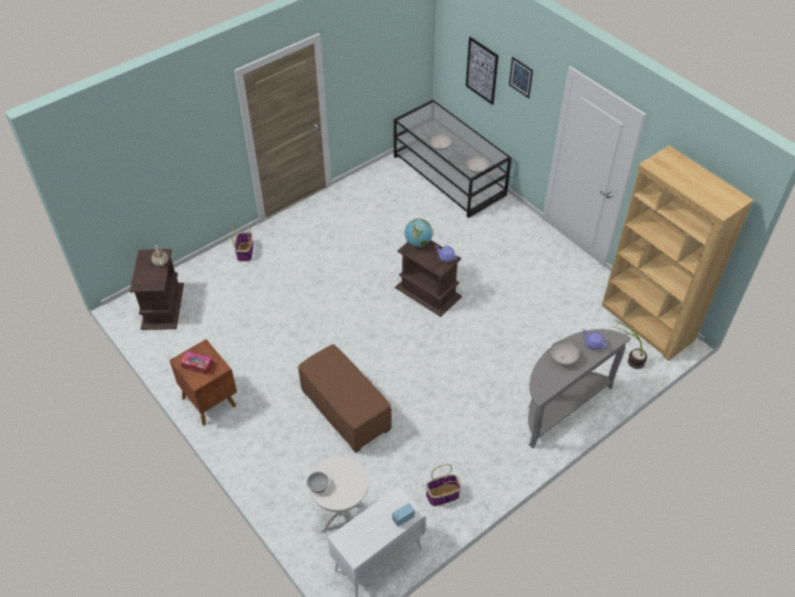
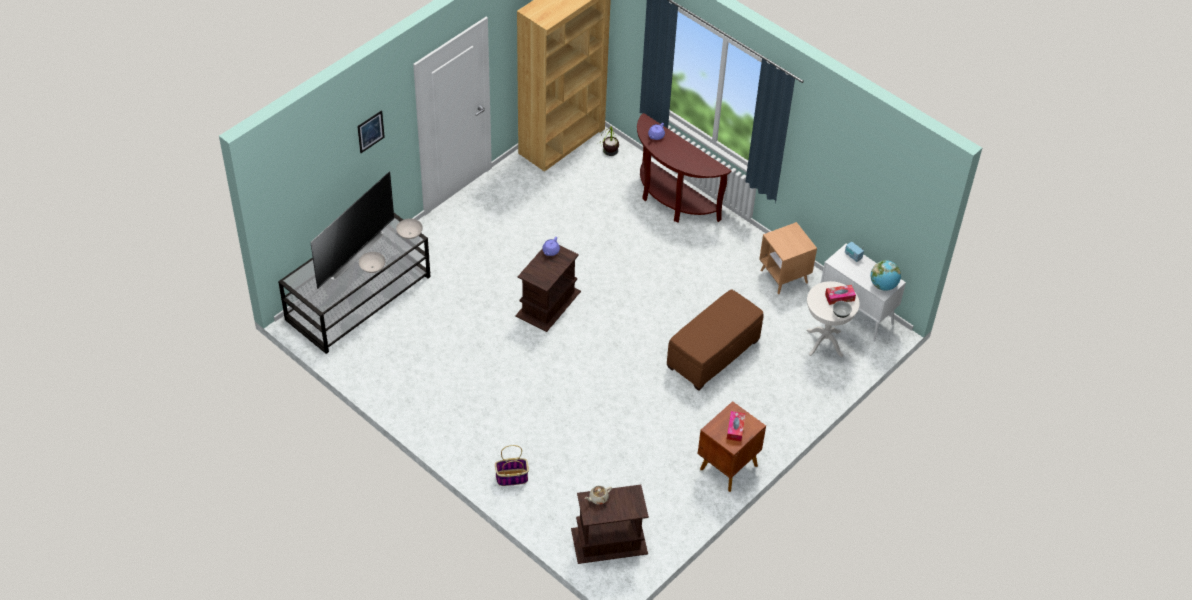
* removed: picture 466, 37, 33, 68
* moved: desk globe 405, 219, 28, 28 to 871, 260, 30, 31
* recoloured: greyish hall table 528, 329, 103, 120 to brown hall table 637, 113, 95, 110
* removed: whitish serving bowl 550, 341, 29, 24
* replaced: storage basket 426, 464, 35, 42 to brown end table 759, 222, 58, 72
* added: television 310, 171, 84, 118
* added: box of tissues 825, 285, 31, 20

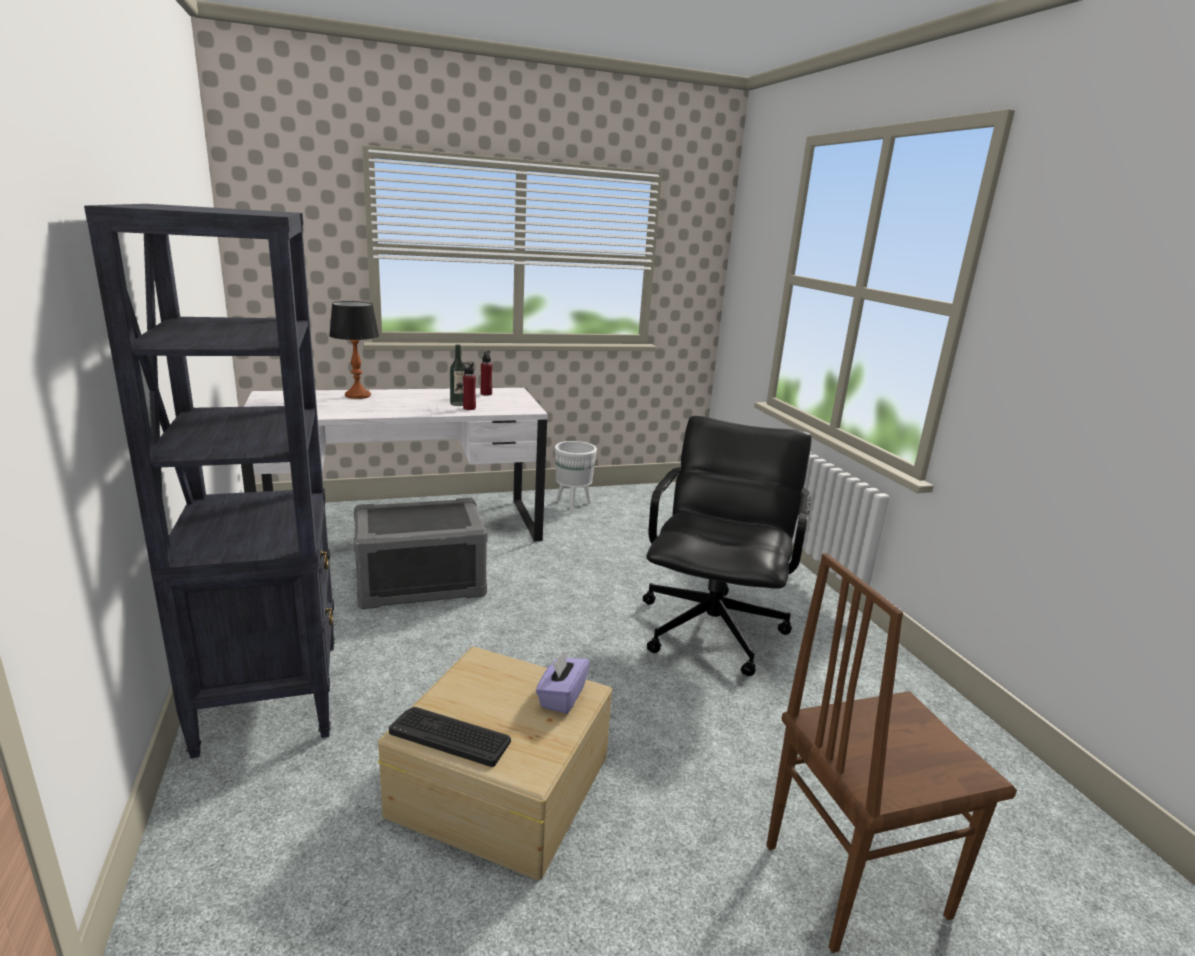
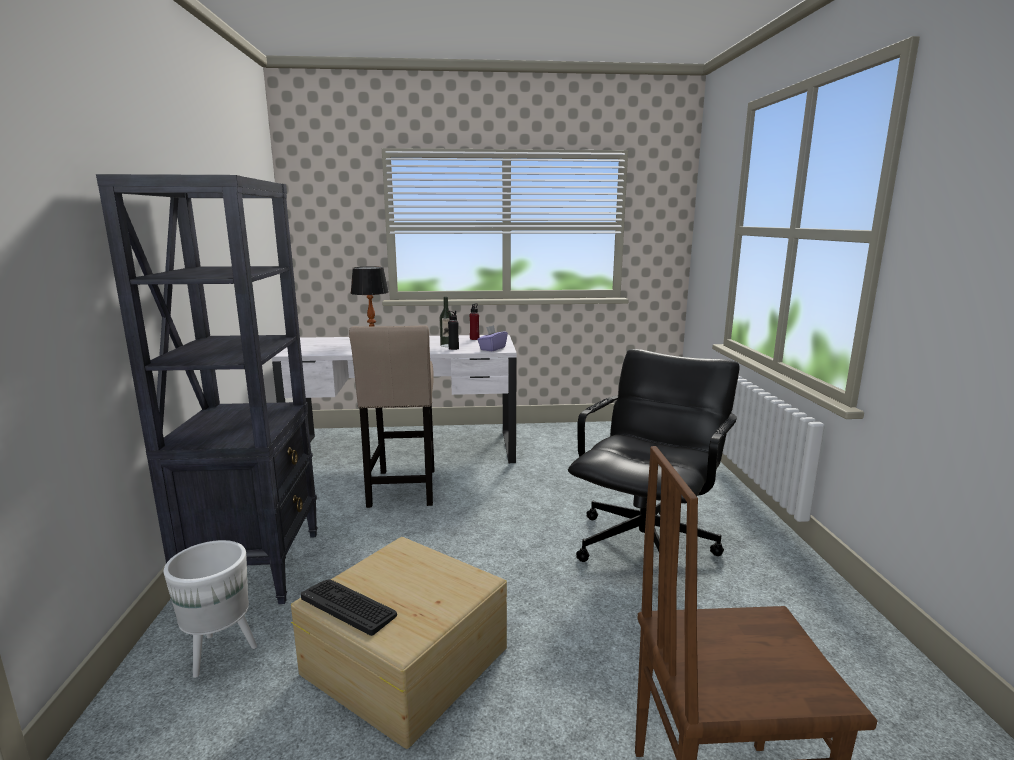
* recoloured: red-coloured bottle 463, 363, 13, 47 to black bottle 448, 311, 11, 39
* moved: whitish planter 555, 441, 42, 73 to 163, 540, 94, 138
* replaced: greyish storage box 354, 498, 134, 111 to sand-coloured sitting stool 349, 325, 85, 183
* moved: purple-coloured box of tissues 536, 651, 54, 63 to 477, 325, 31, 26

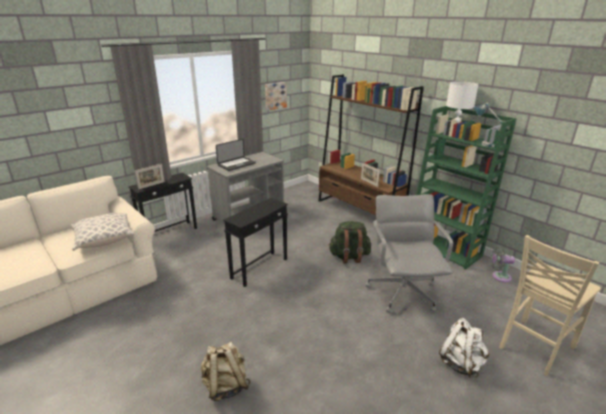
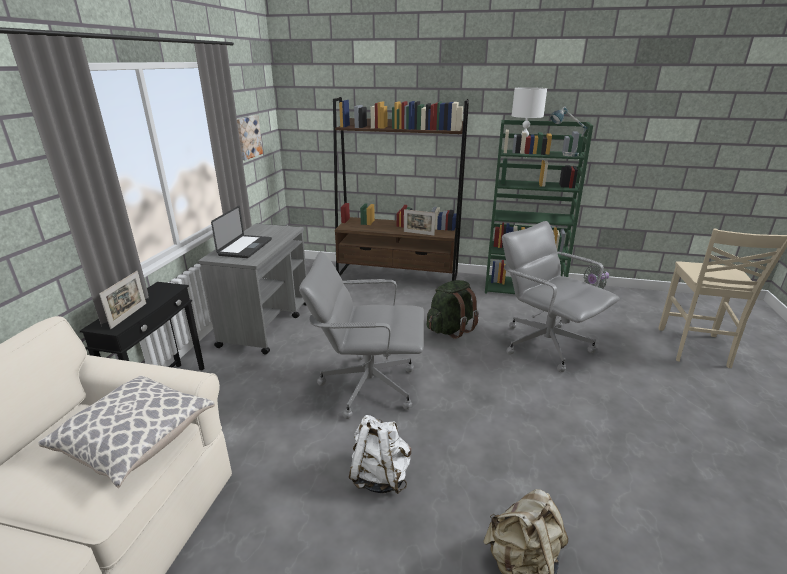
* replaced: black end table 223, 198, 65, 89 to greyish office chair 299, 252, 125, 167
* moved: whitish rucksack 439, 318, 50, 60 to 349, 415, 62, 79

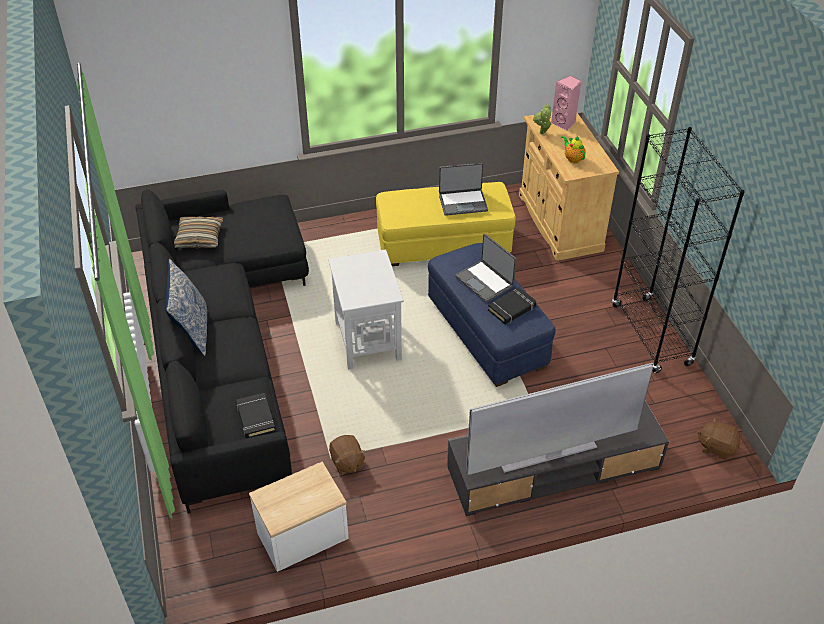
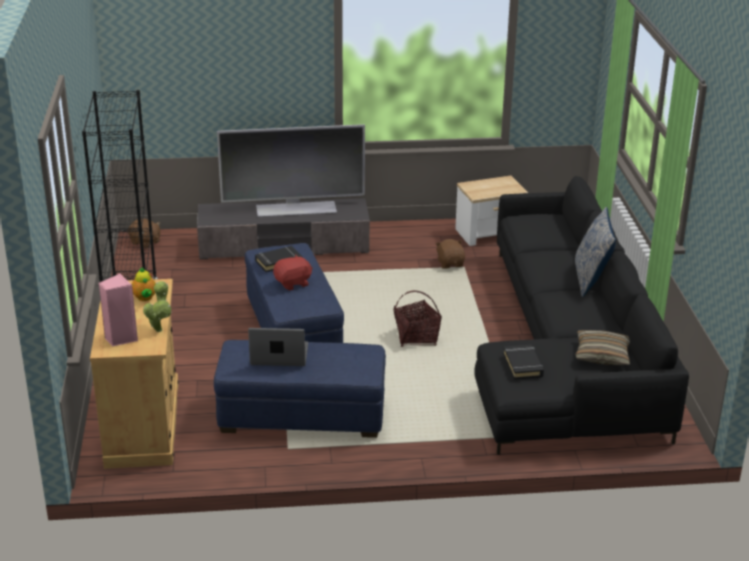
* recoloured: yellow-coloured ottoman 376, 182, 140, 84 to bluish ottoman 214, 340, 172, 98
* replaced: portable computer 455, 234, 62, 68 to red-coloured soft toy 273, 255, 40, 35
* replaced: whitish end table 328, 249, 76, 121 to storage basket 393, 291, 48, 56
* moved: black volume 236, 393, 40, 45 to 503, 345, 41, 34

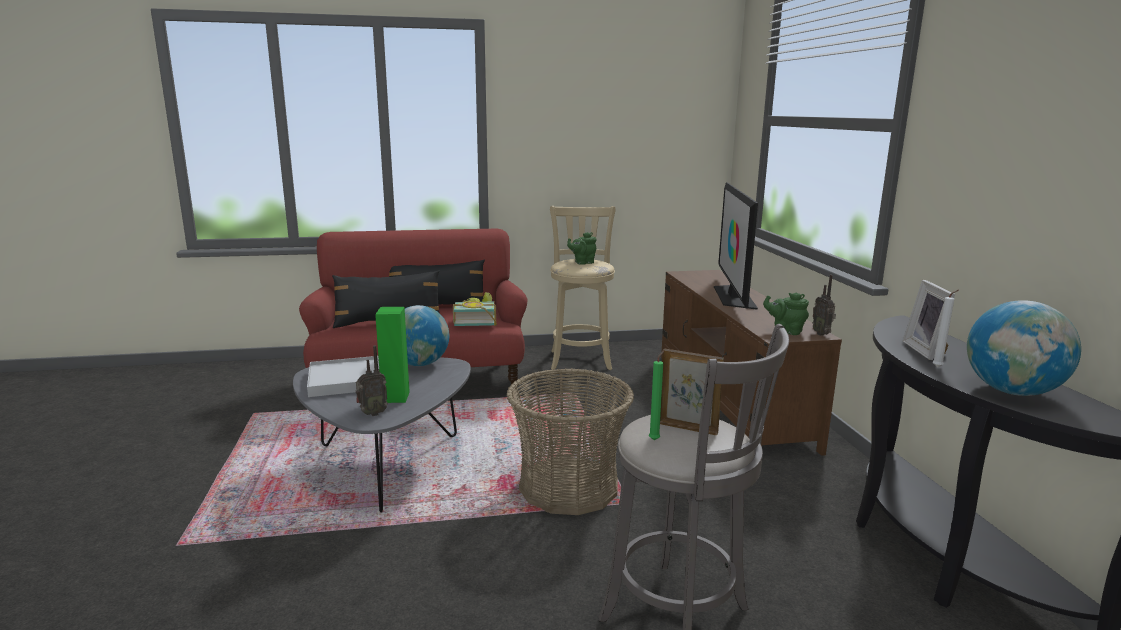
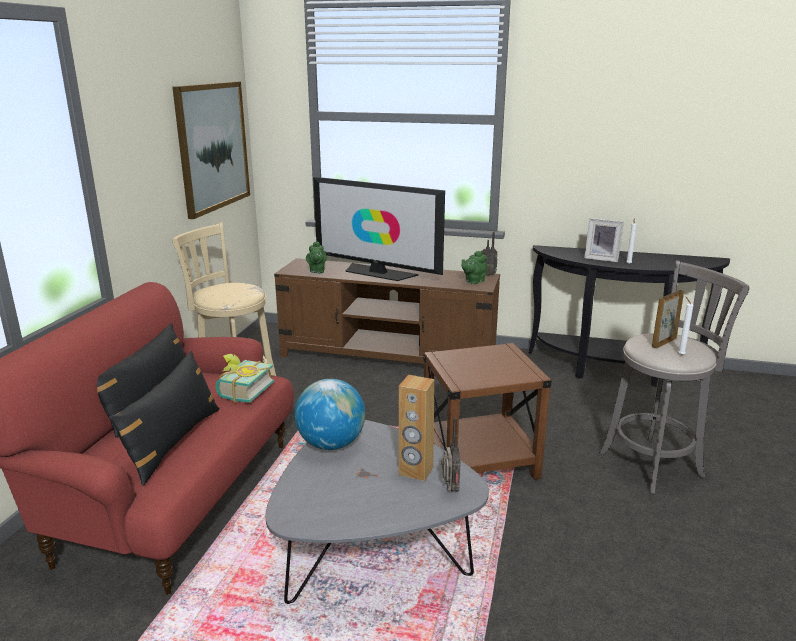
* moved: greenish tea pot 567, 232, 29, 33 to 306, 241, 21, 32
* removed: desk globe 967, 300, 114, 96
* recoloured: greenish audio speaker 375, 307, 35, 96 to brown audio speaker 399, 375, 35, 106
* recoloured: greenish candle 649, 351, 15, 89 to whitish candle 678, 297, 15, 58
* removed: whitish serving tray 307, 356, 72, 41
* replaced: storage basket 507, 368, 127, 147 to brown end table 423, 343, 129, 137
* added: picture 172, 82, 78, 137

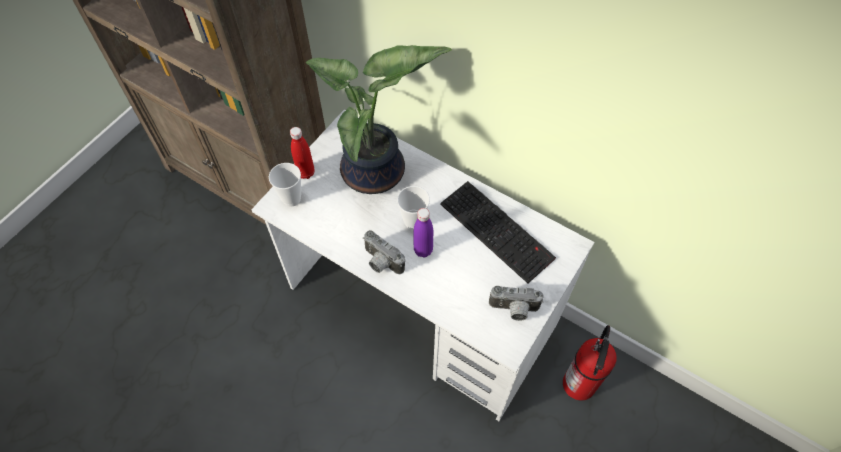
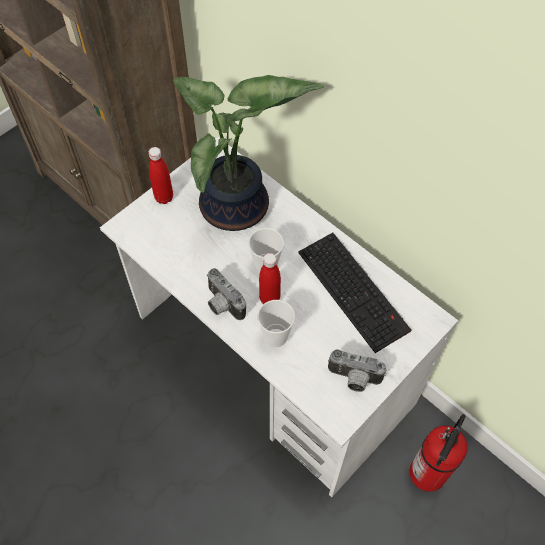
* moved: cup 269, 163, 32, 44 to 257, 300, 38, 47
* recoloured: purple-coloured bottle 414, 208, 19, 50 to red-coloured bottle 259, 253, 22, 51

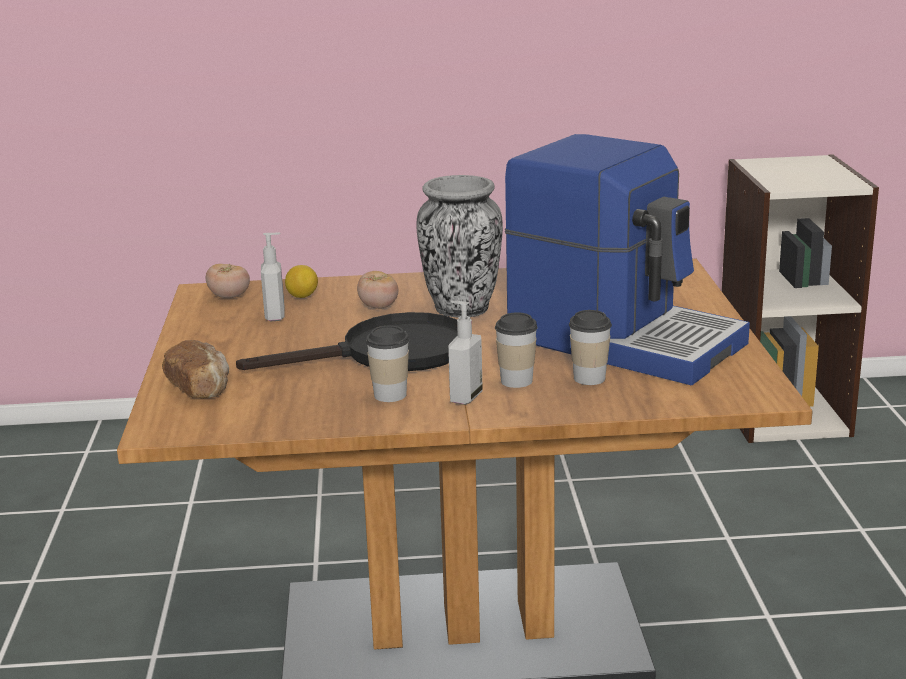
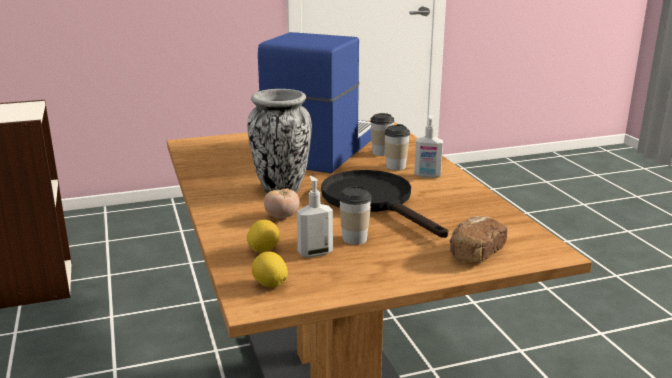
* replaced: tomato 206, 264, 44, 34 to whole lemon 252, 251, 36, 36
* moved: cup 366, 326, 43, 76 to 339, 186, 33, 59

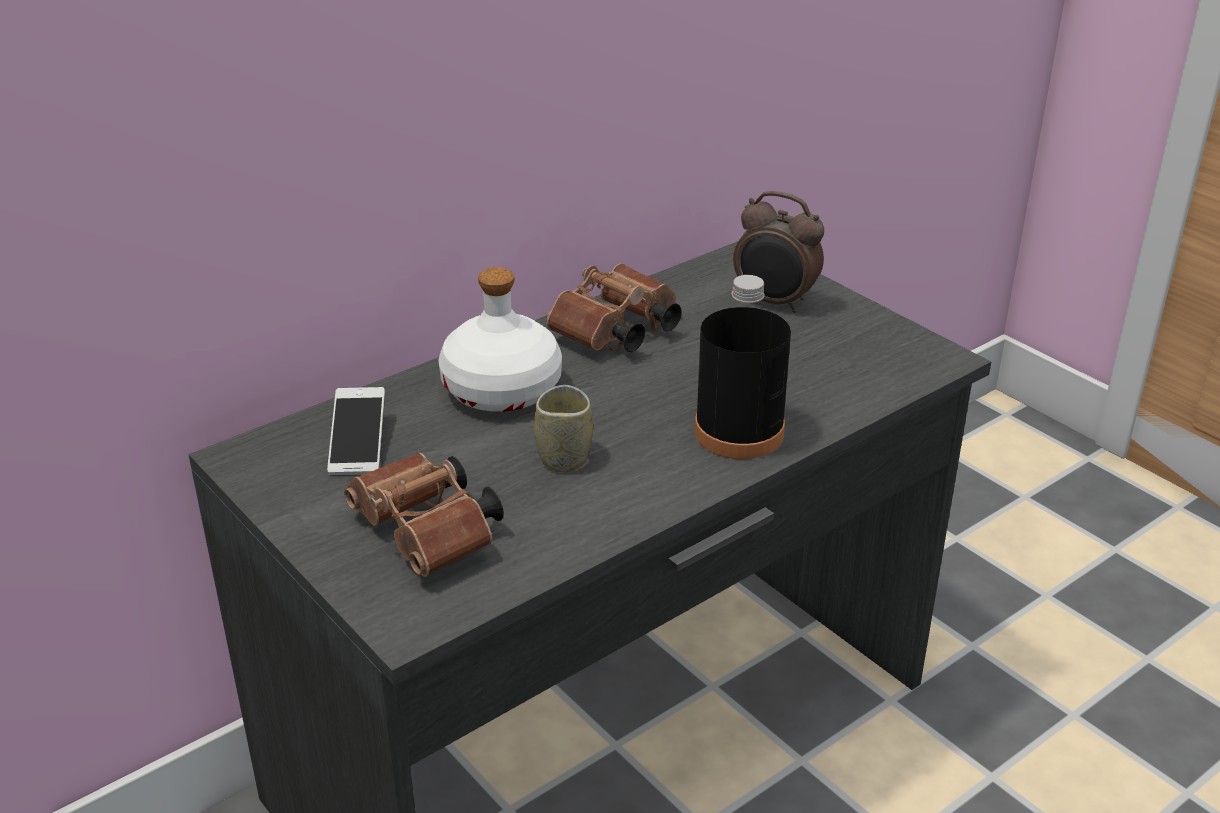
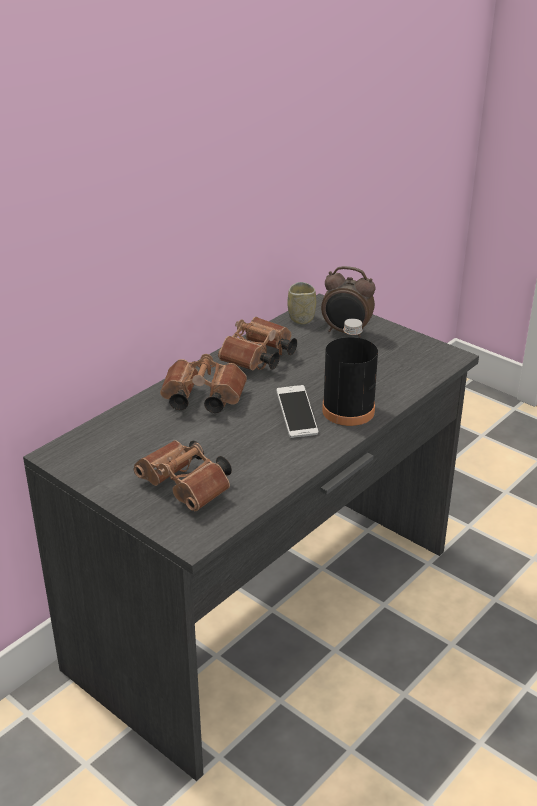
* replaced: whitish bottle 438, 267, 124, 145 to brown binoculars 160, 354, 87, 59
* moved: cup 534, 385, 59, 87 to 287, 282, 29, 43
* moved: phone 327, 387, 58, 89 to 276, 385, 42, 53

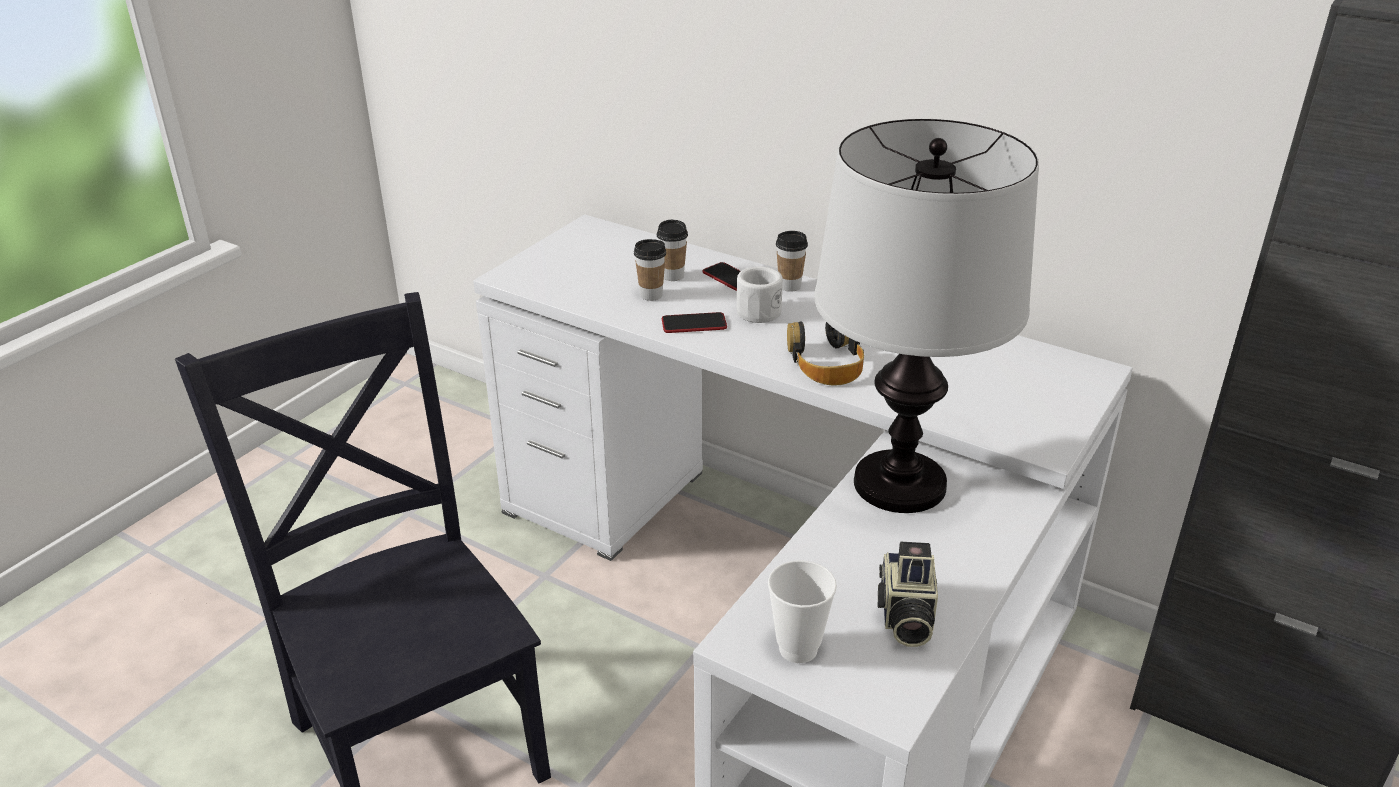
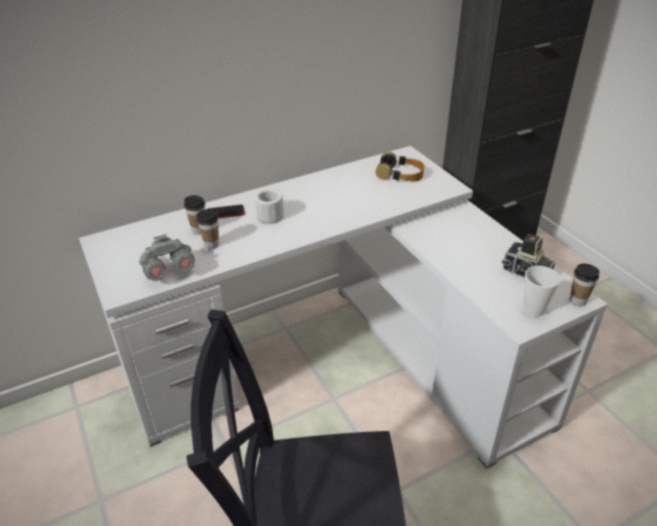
* removed: table lamp 815, 119, 224, 394
* moved: cup 776, 231, 32, 61 to 570, 263, 30, 43
* removed: phone 662, 312, 65, 21
* moved: headset 787, 322, 77, 64 to 375, 152, 49, 29
* added: greyish binoculars 139, 234, 56, 47

